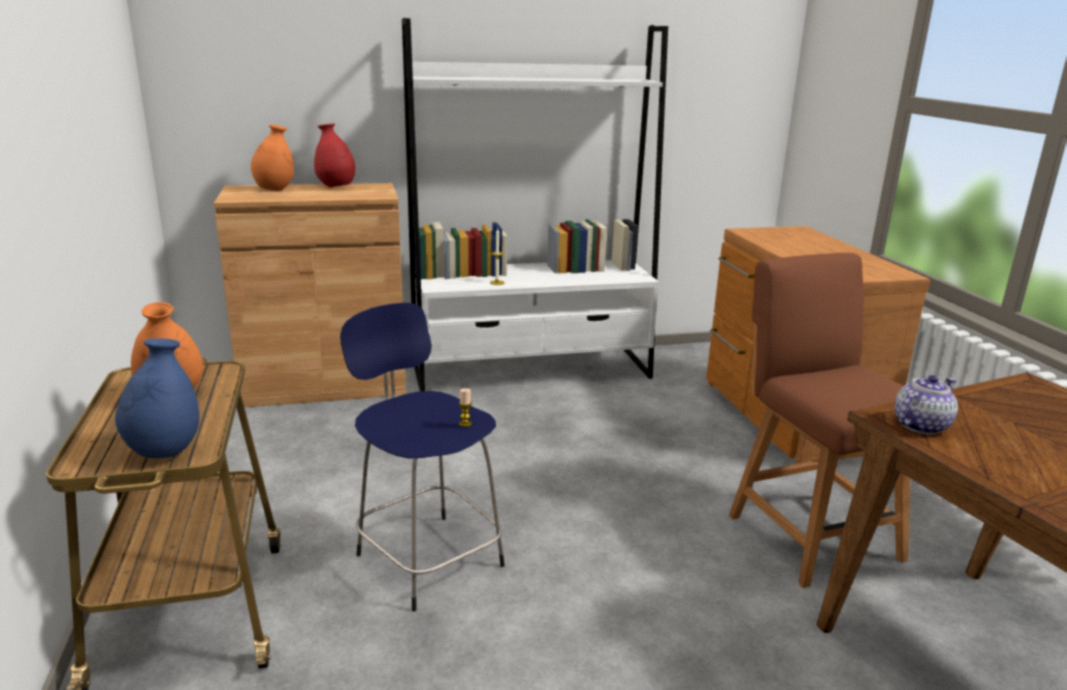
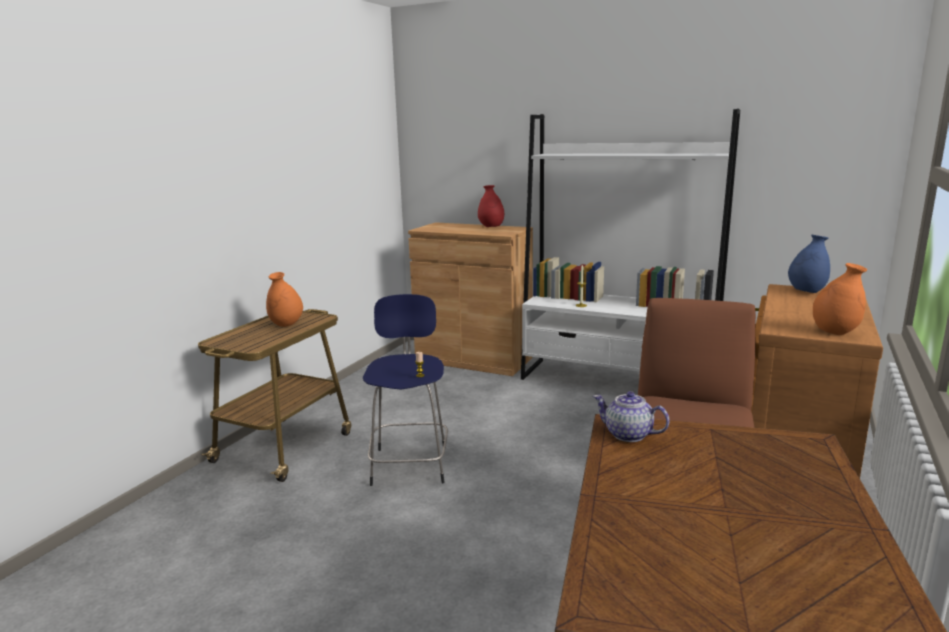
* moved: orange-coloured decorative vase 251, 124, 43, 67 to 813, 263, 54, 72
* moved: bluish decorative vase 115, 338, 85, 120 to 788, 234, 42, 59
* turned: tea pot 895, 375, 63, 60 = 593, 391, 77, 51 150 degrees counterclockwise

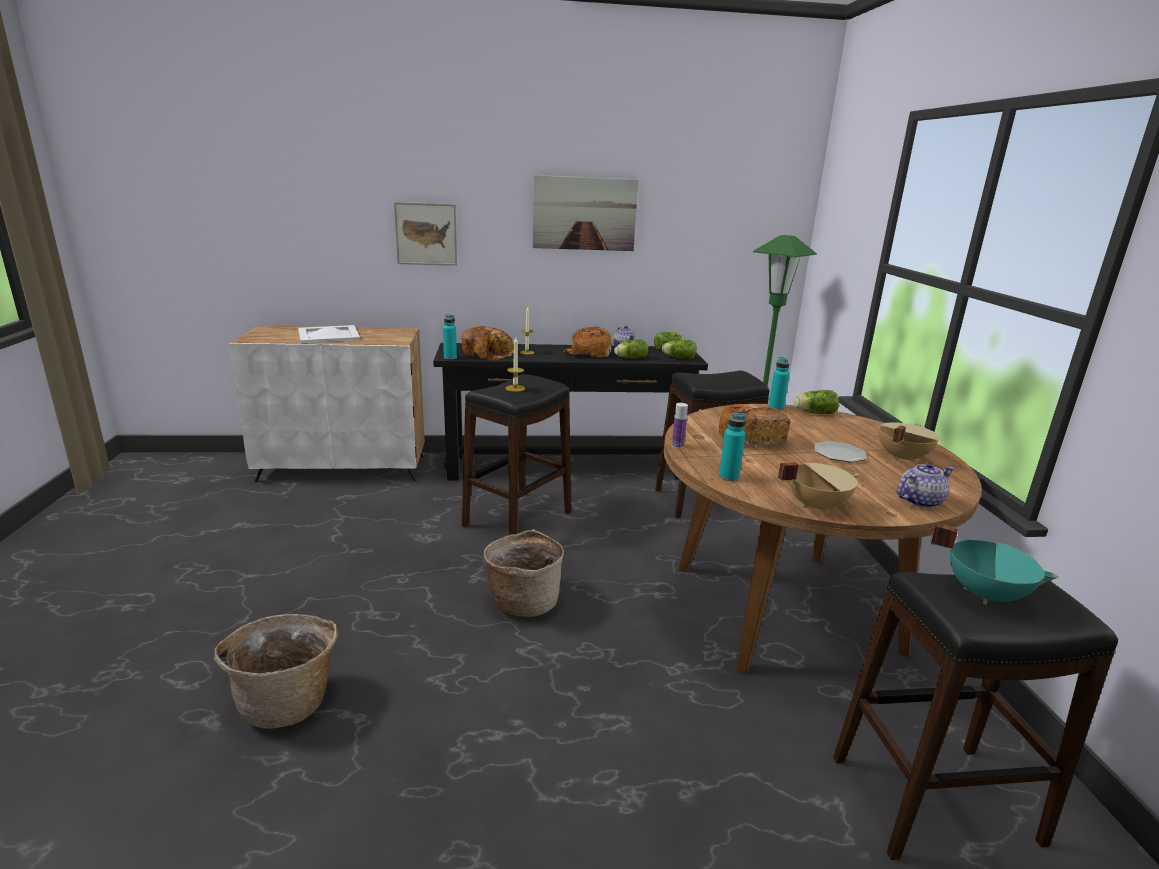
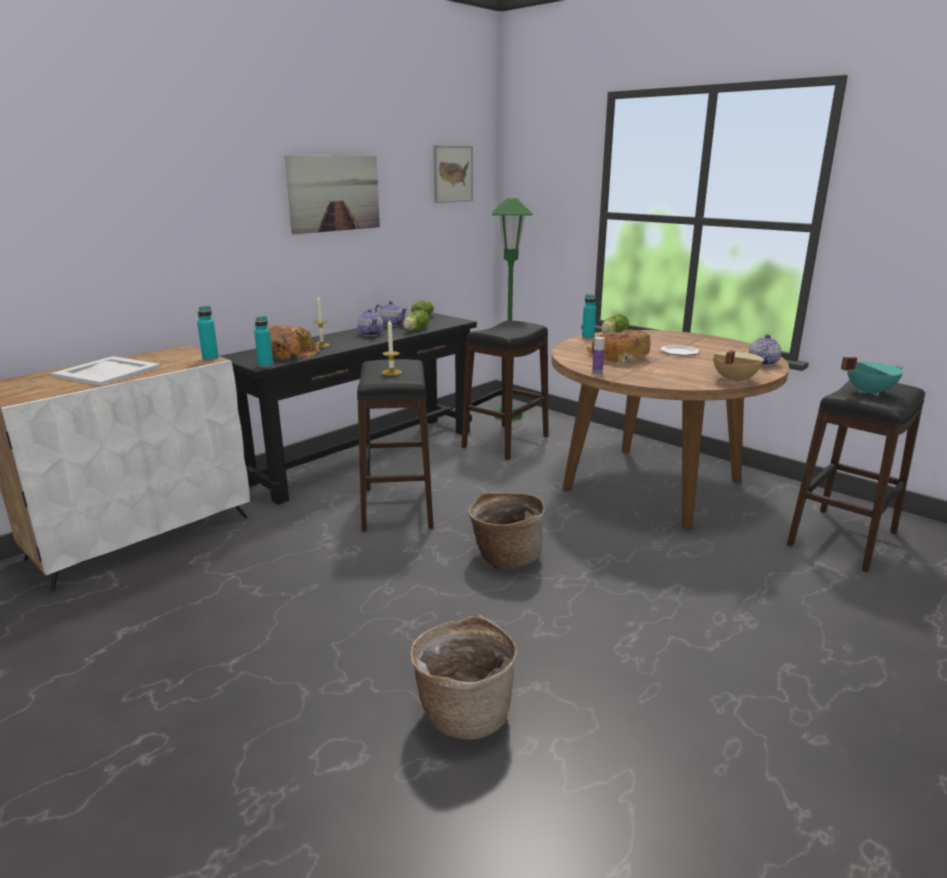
* moved: picture 394, 202, 63, 64 to 433, 145, 40, 58
* replaced: bread 564, 326, 48, 31 to tea pot 357, 309, 26, 27
* removed: head of lettuce 662, 340, 35, 20
* moved: blue-green bottle 719, 413, 27, 68 to 197, 306, 22, 54
* removed: sand-coloured stockpot 879, 422, 61, 40

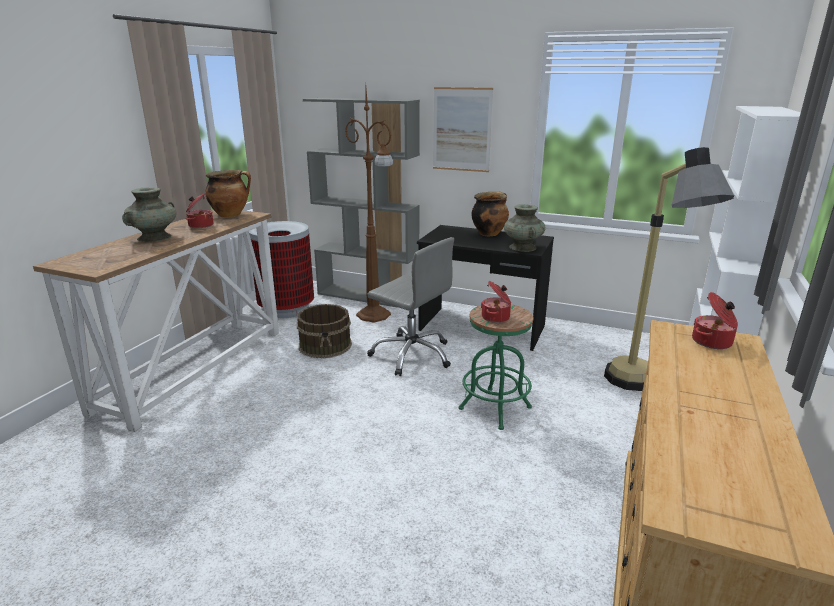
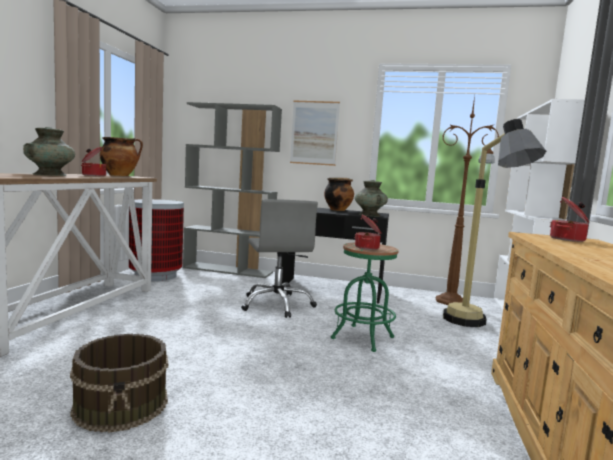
* moved: brown standard lamp 345, 89, 48, 233 to 435, 96, 64, 209
* turned: greyish office chair 367, 237, 87, 139 = 241, 199, 77, 119 45 degrees clockwise
* moved: brown pail 297, 304, 55, 55 to 70, 333, 98, 100

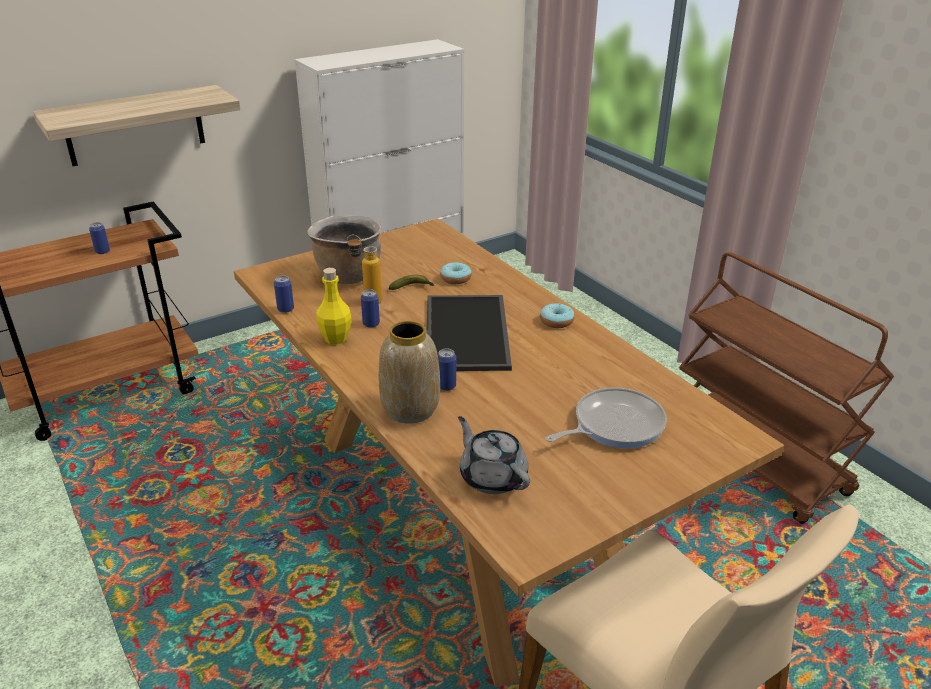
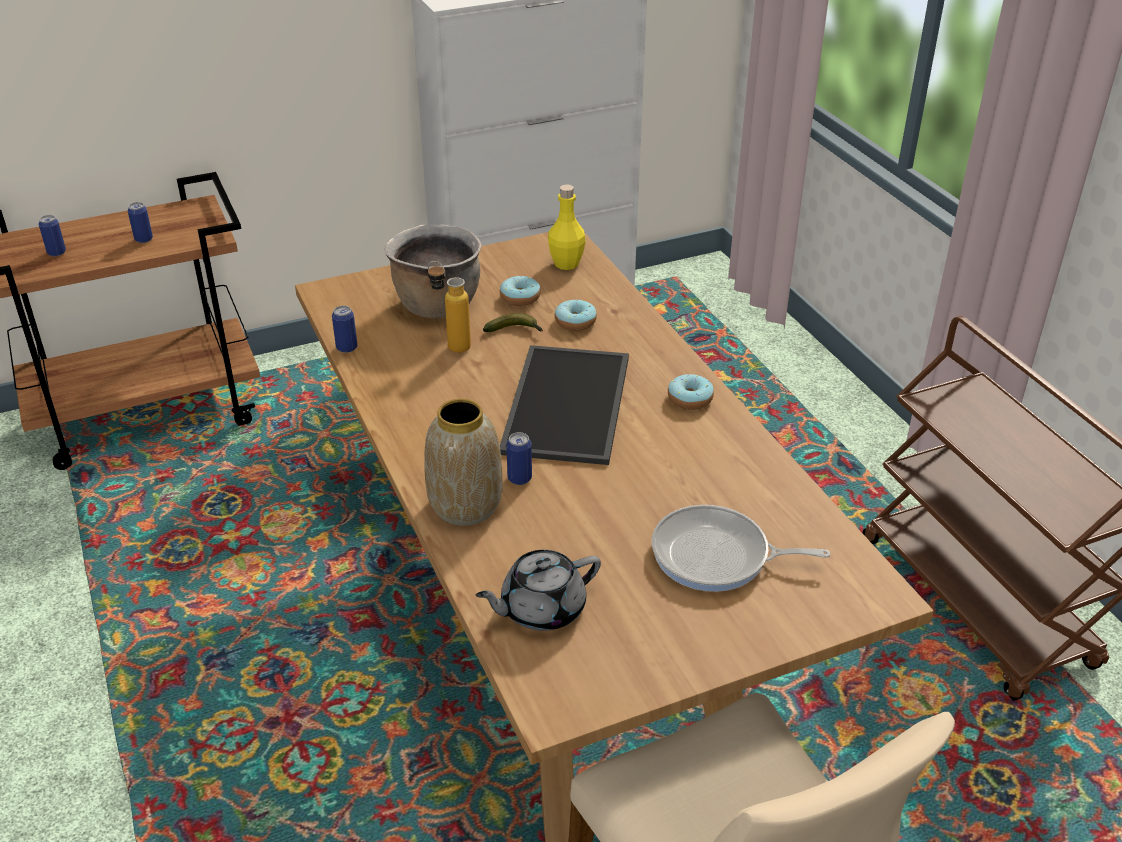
* removed: shelf 33, 84, 208, 82
* moved: yellow-coloured bottle 316, 268, 35, 77 to 548, 184, 38, 86
* moved: metal can 361, 289, 19, 39 to 39, 215, 27, 41
* turned: pan 545, 387, 122, 61 = 652, 505, 178, 87 150 degrees counterclockwise
* turned: greyish tea pot 458, 416, 72, 78 = 475, 550, 126, 81 90 degrees counterclockwise
* added: doughnut 500, 276, 41, 30

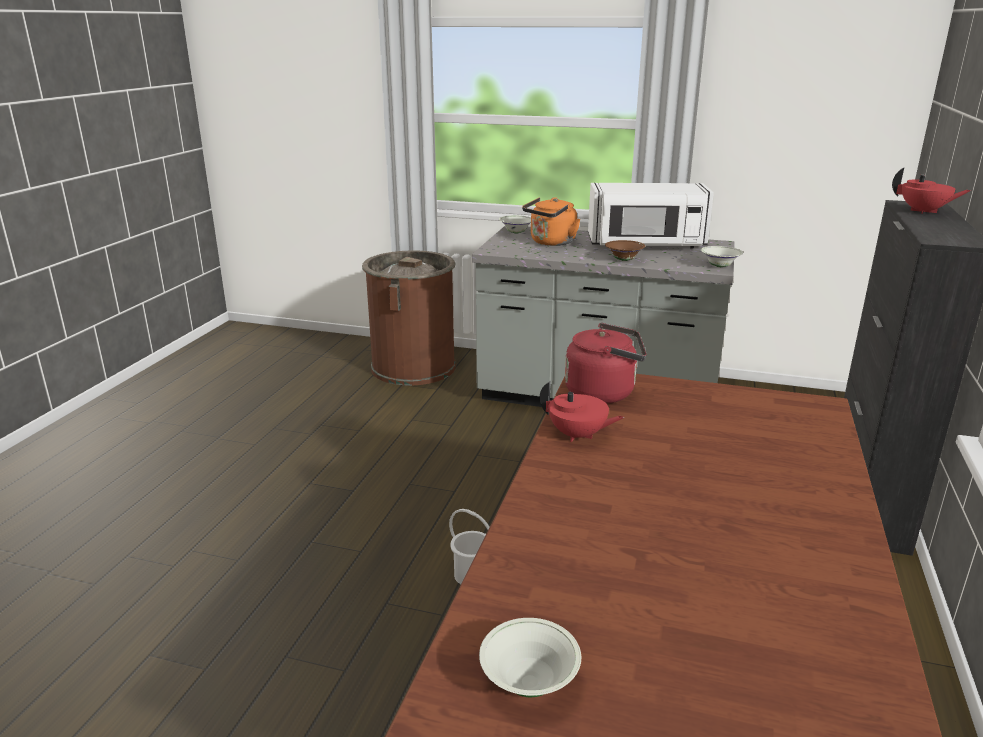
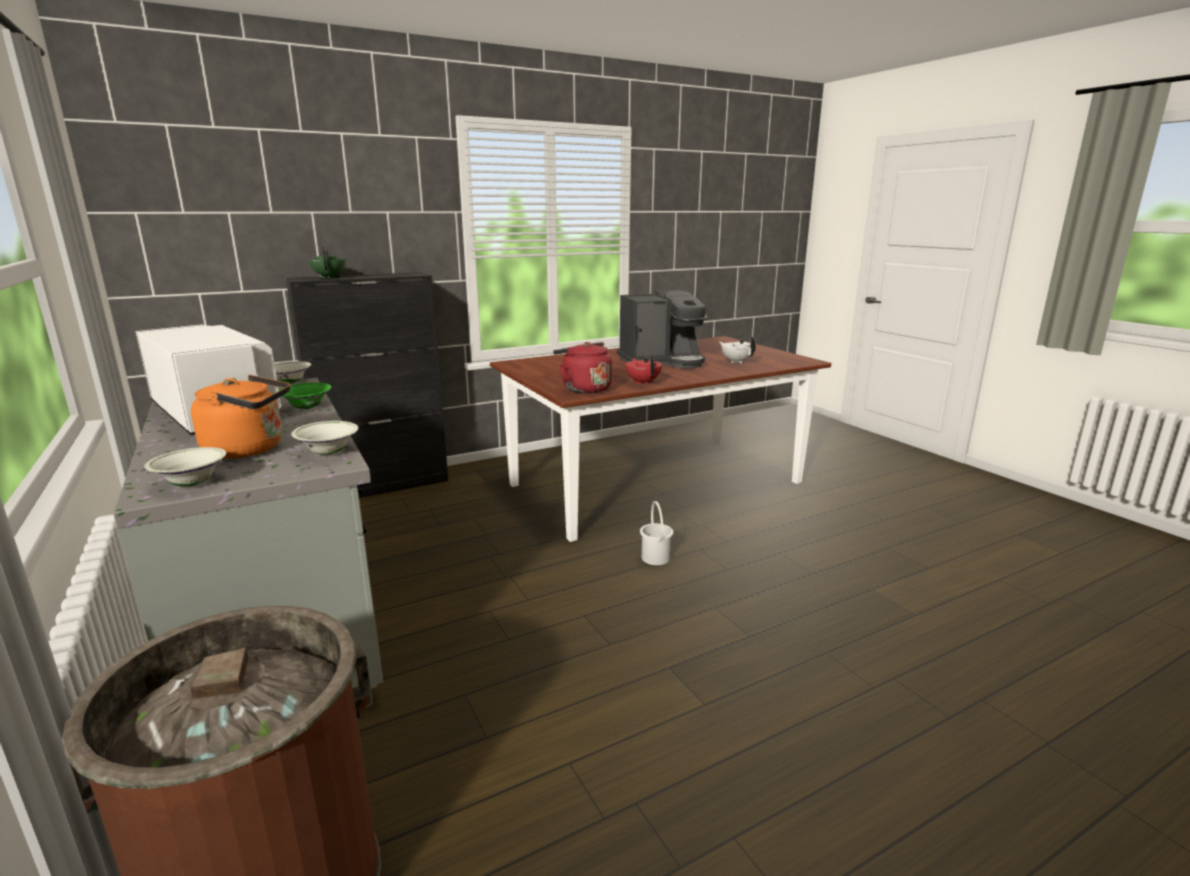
* recoloured: red-coloured tea pot 892, 168, 79, 46 to greenish tea pot 309, 247, 37, 32
* recoloured: brown serving bowl 605, 240, 40, 21 to greenish serving bowl 279, 383, 52, 26
* moved: whitish serving bowl 479, 618, 102, 79 to 291, 421, 67, 34
* added: coffee machine 617, 289, 90, 80
* added: whitish tea pot 720, 337, 36, 26

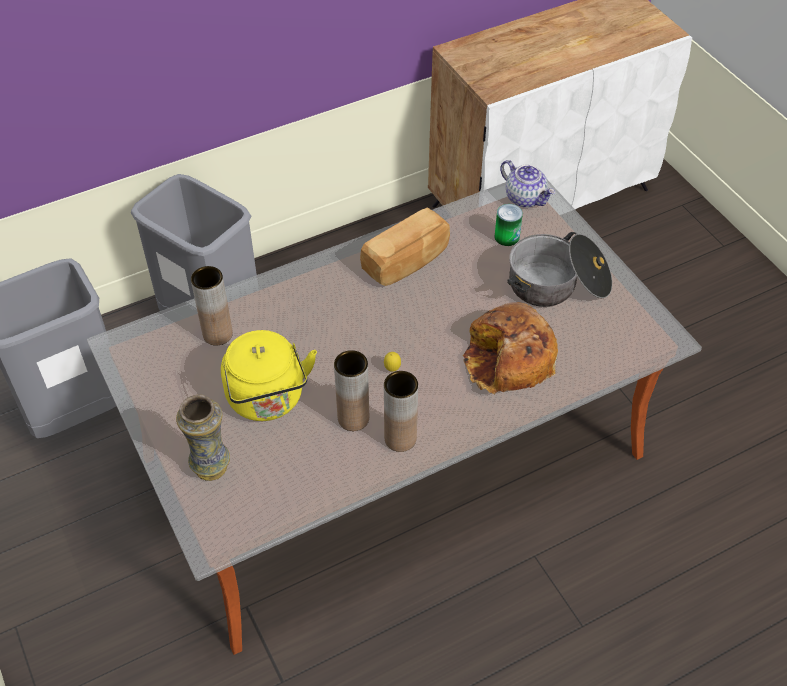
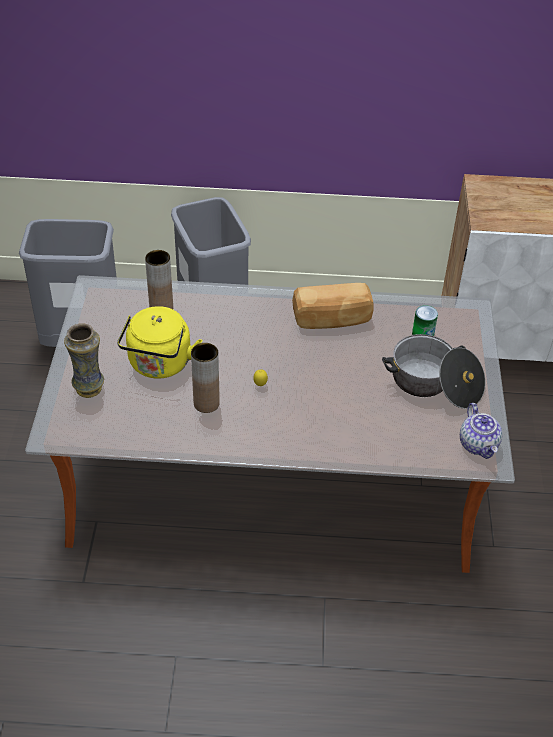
* moved: tea pot 500, 160, 55, 48 to 460, 403, 42, 56
* removed: bread 463, 302, 95, 93
* removed: brown decorative vase 384, 371, 34, 81

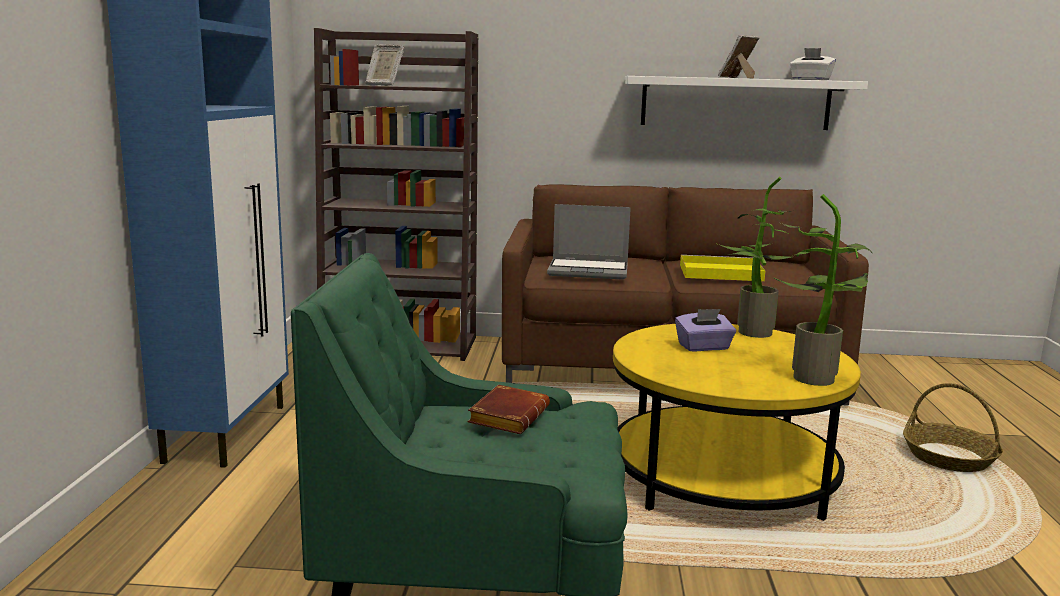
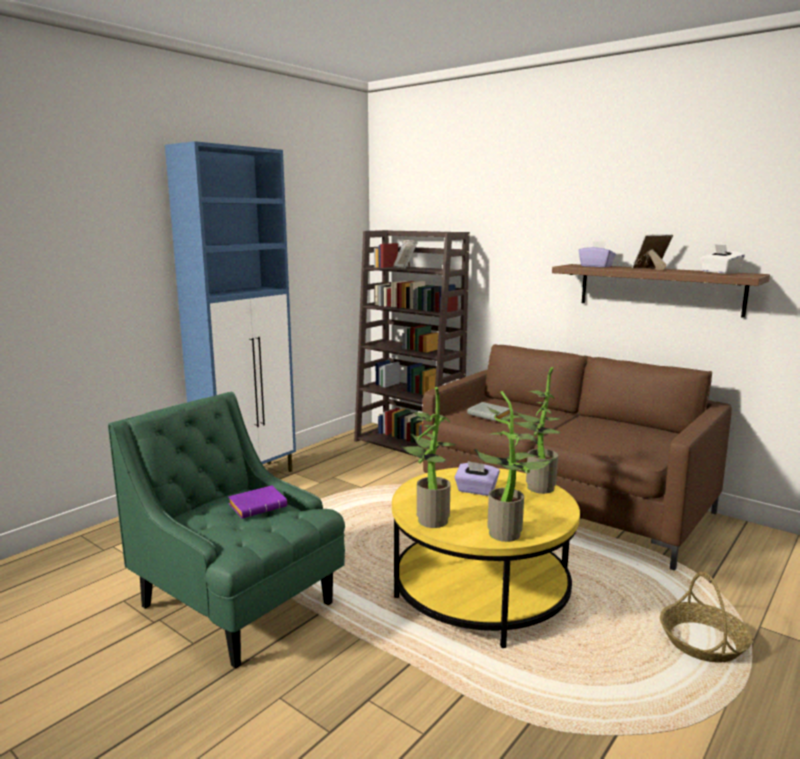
* recoloured: whitish shelf 625, 76, 243, 54 to brown shelf 552, 264, 218, 54
* replaced: portable computer 547, 204, 84, 76 to greyish volume 467, 402, 43, 19
* removed: yellow-coloured serving tray 680, 255, 85, 26
* recoloured: brown volume 468, 385, 82, 49 to purple-coloured volume 228, 486, 59, 33
* added: purple-coloured box of tissues 579, 241, 37, 27
* added: houseplant 400, 387, 56, 141

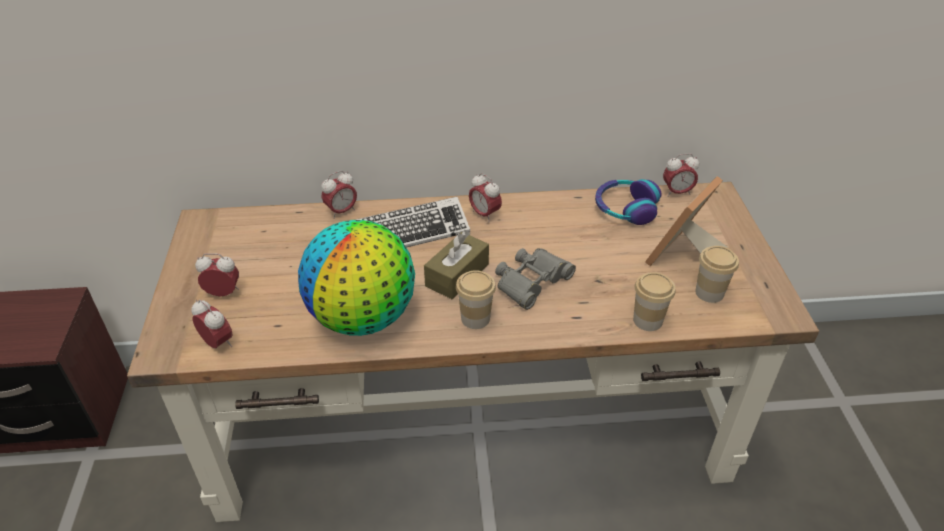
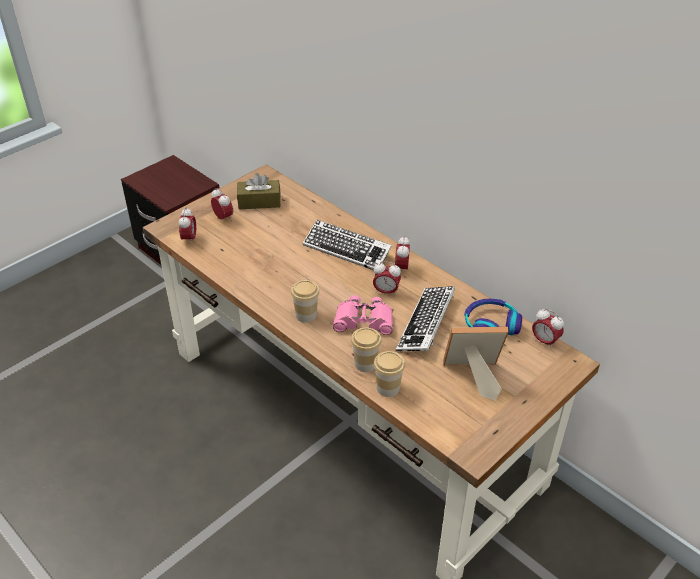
* moved: bedside clock 321, 171, 36, 48 to 373, 261, 28, 35
* removed: desk globe 298, 220, 117, 116
* moved: brown box of tissues 424, 231, 65, 68 to 237, 173, 44, 36
* moved: cup 695, 246, 44, 57 to 351, 328, 31, 44
* recoloured: greyish binoculars 495, 248, 81, 62 to pink-coloured binoculars 333, 296, 60, 39
* added: computer keyboard 396, 286, 59, 65

